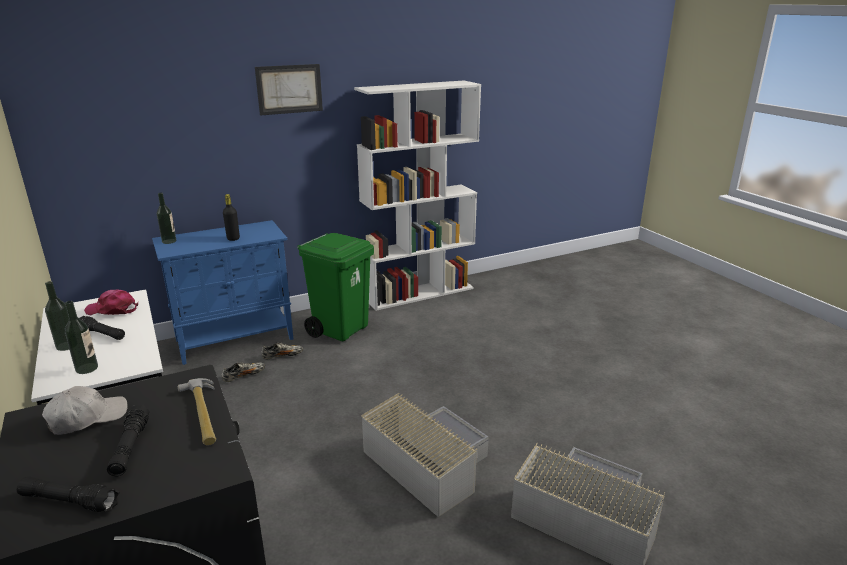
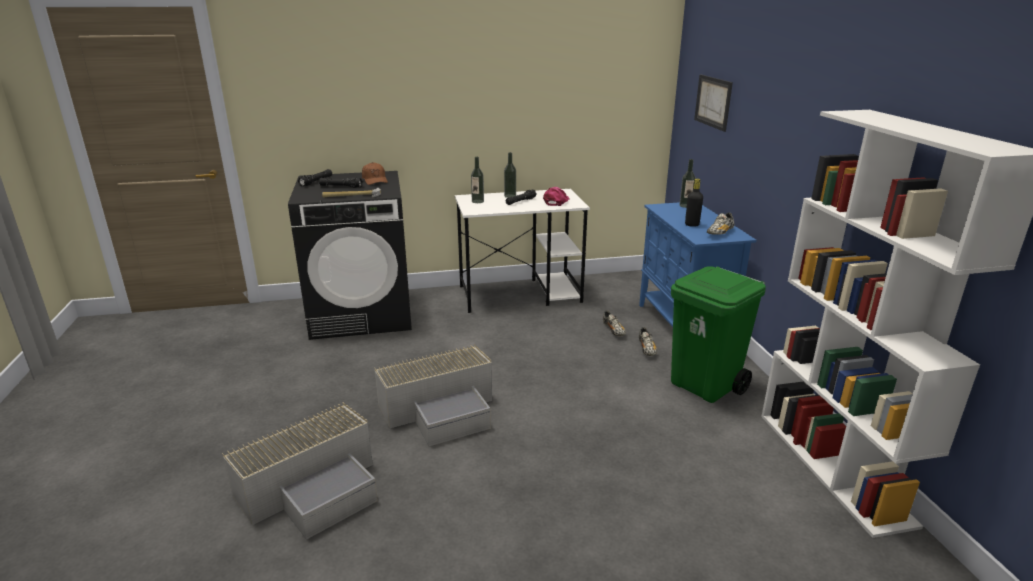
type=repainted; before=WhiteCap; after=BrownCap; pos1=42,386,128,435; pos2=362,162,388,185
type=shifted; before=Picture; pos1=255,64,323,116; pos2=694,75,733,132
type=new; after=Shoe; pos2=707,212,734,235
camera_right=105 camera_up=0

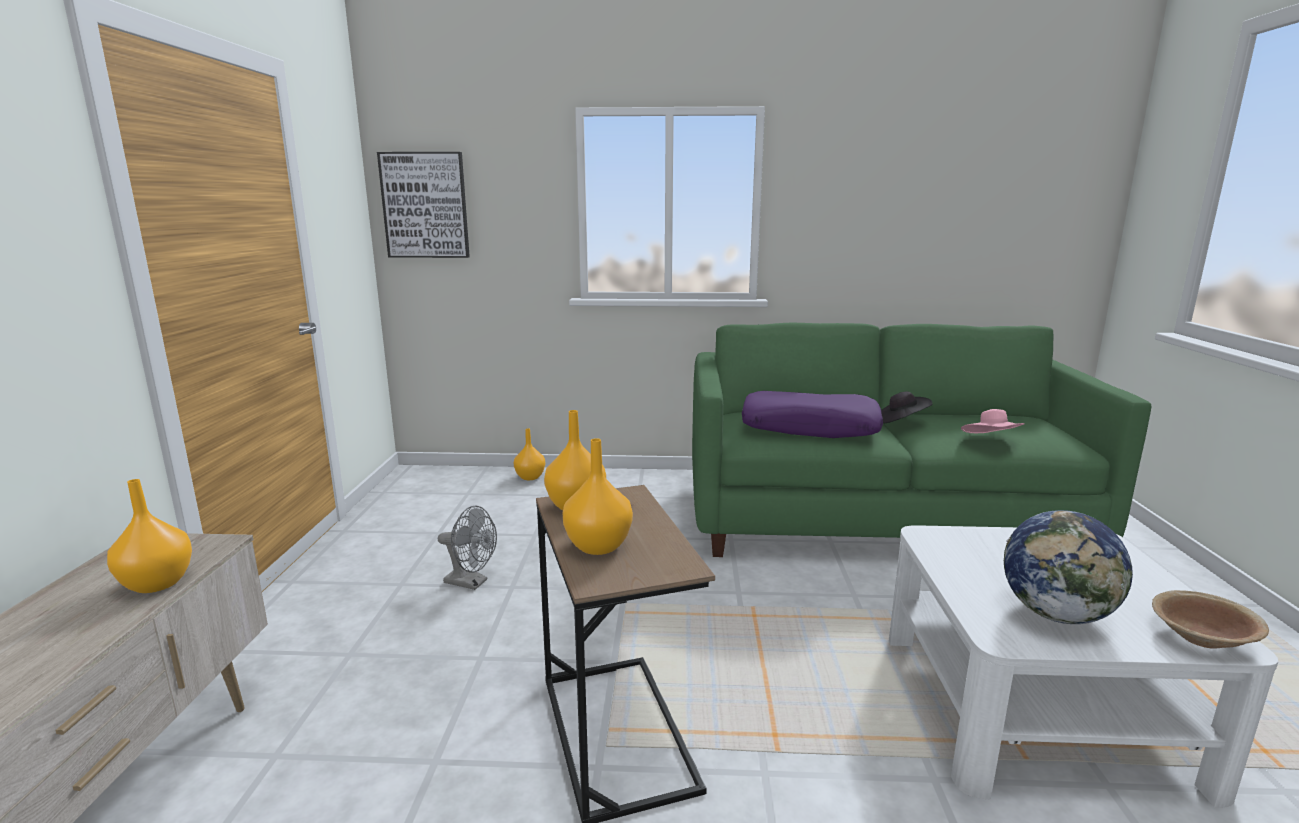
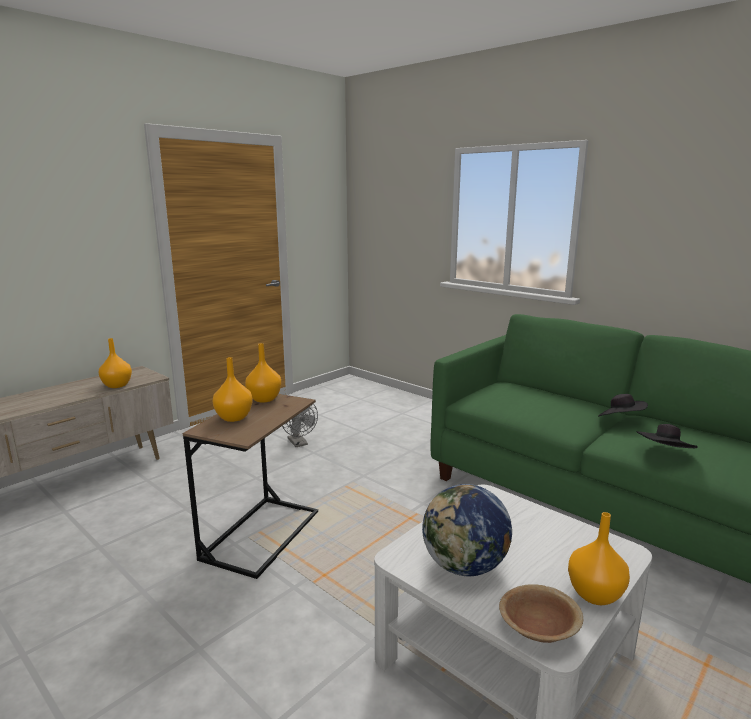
type=gone; before=Picture; pos1=377,152,470,258
type=shifted; before=OrangeVase; pos1=514,428,545,480; pos2=568,512,630,605
type=gone; before=PurplePillow; pos1=742,391,883,438
type=repainted; before=PinkHat; after=BlackHat; pos1=961,409,1025,433; pos2=637,424,698,448
camera_right=40 camera_up=0

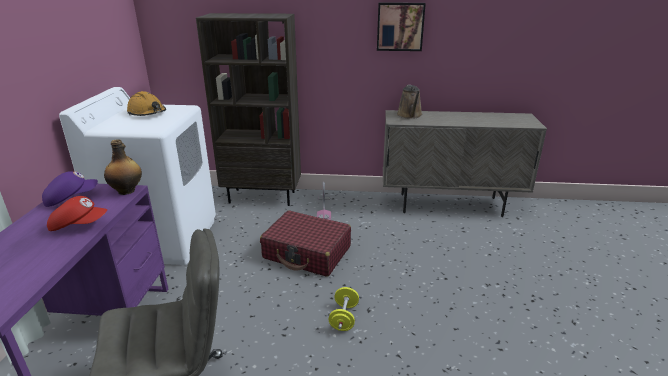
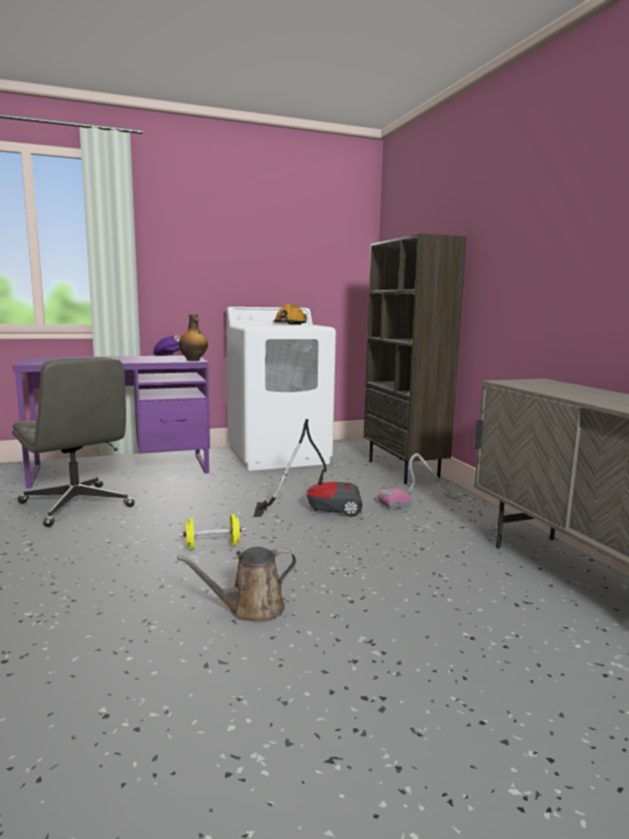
type=gone; before=RedCap; pos1=47,196,107,231
type=swapped; before=RedSuitcase; after=VacuumCleaner; pos1=260,210,351,277; pos2=254,419,362,517
type=gone; before=Picture; pos1=377,3,426,51
type=shifted; before=BrownWateringCan; pos1=397,85,423,119; pos2=177,547,297,621
camera_right=65 camera_up=-15

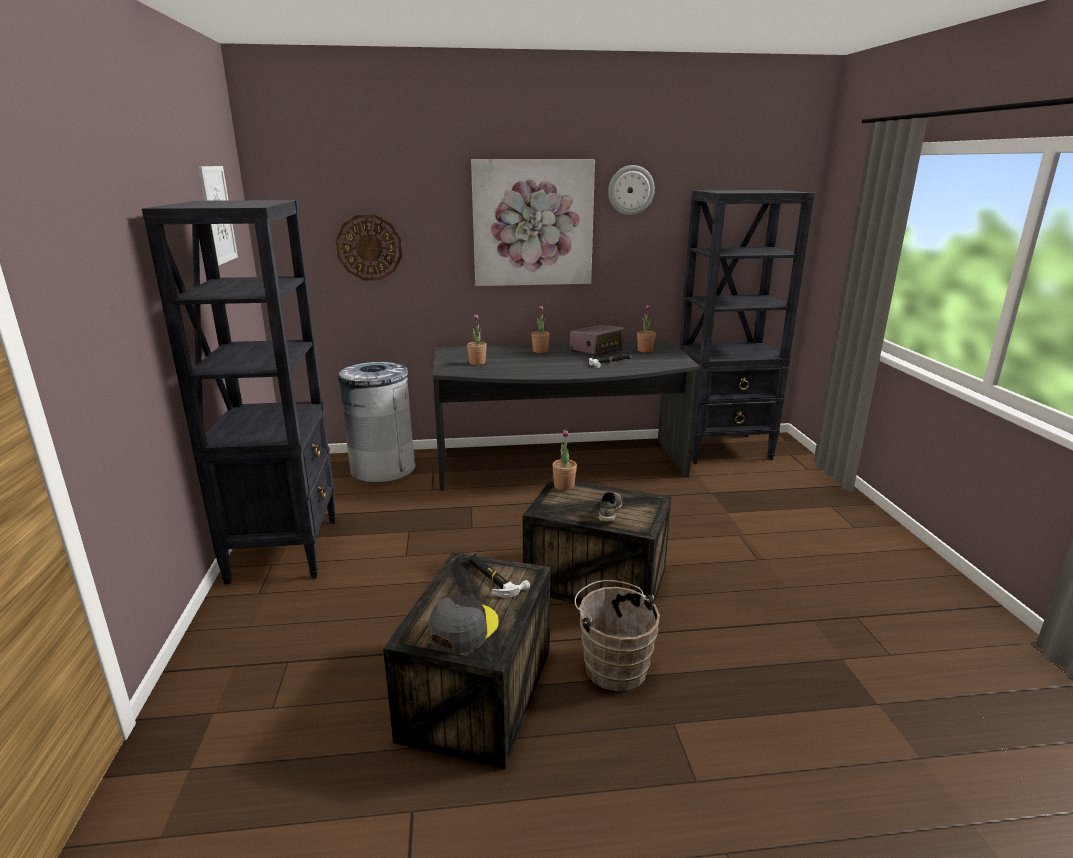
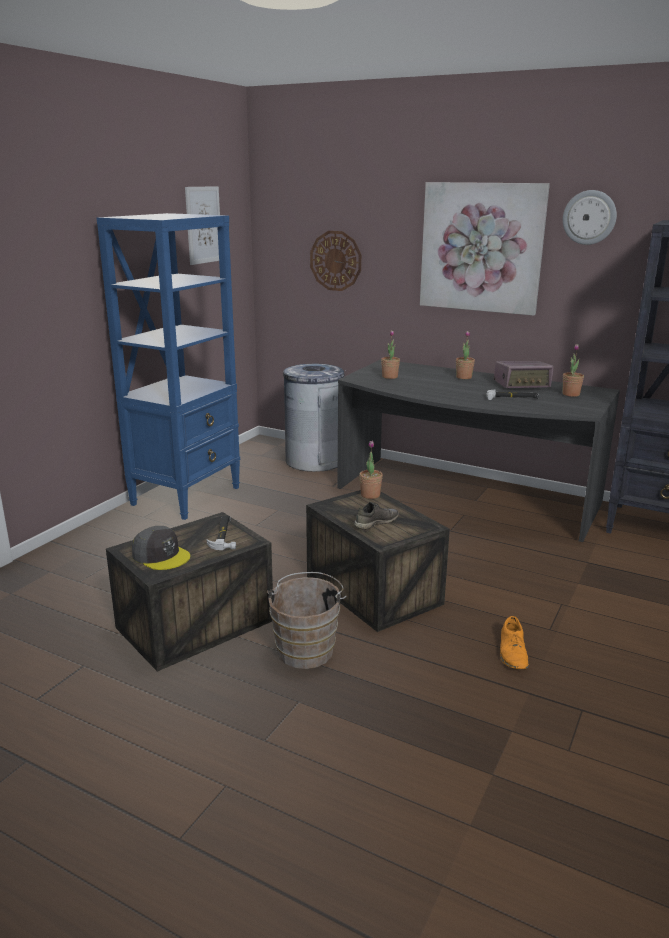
type=repainted; before=BlackBookcase; after=BlueBookcase; pos1=142,200,336,584; pos2=97,213,240,520
type=rotated; before=GreyCap; pos1=428,595,499,654; pos2=132,526,190,570; turn=60
type=new; after=OrangeShoe; pos2=500,616,529,669
camera_right=35 camera_up=0

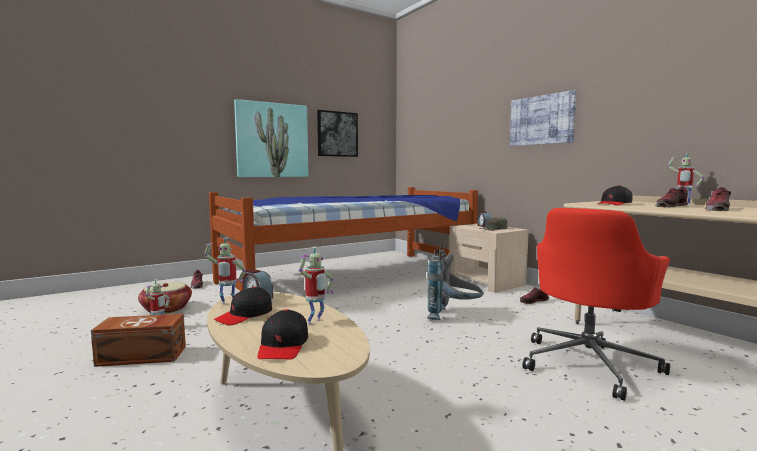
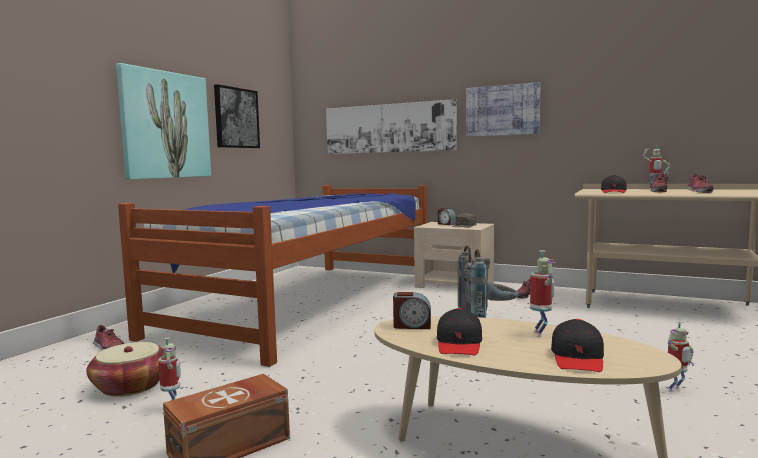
type=shifted; before=ToyRobot; pos1=204,238,246,304; pos2=668,321,694,392
type=rotated; before=BlackCap; pos1=257,309,308,360; pos2=551,319,604,372; turn=45
type=gone; before=RedOfficeChair; pos1=523,208,670,401
type=new; after=Picture; pos2=326,99,457,154
camera_right=-30 camera_up=0

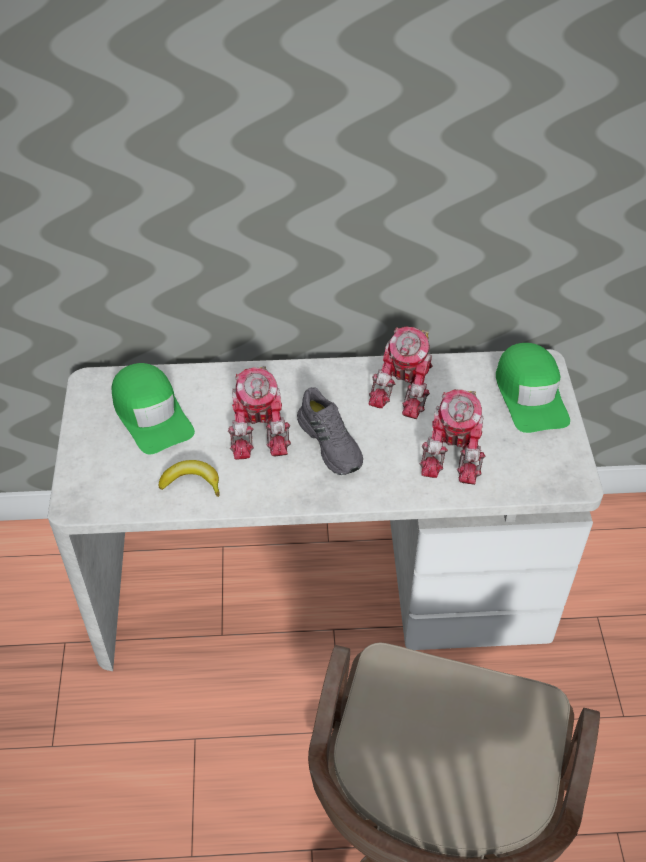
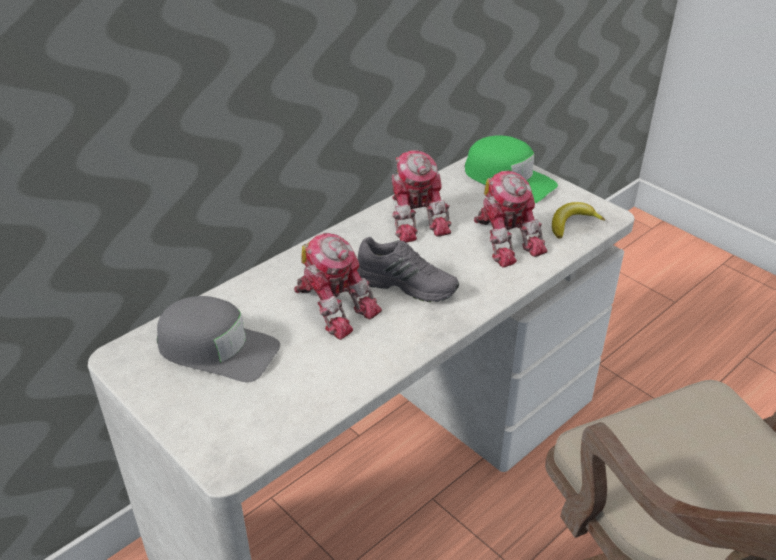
type=repainted; before=GreenCap; after=GreyCap; pos1=112,363,195,455; pos2=157,296,280,382
type=shifted; before=Banana; pos1=159,460,220,497; pos2=552,202,605,239
camera_right=-40 camera_up=-10

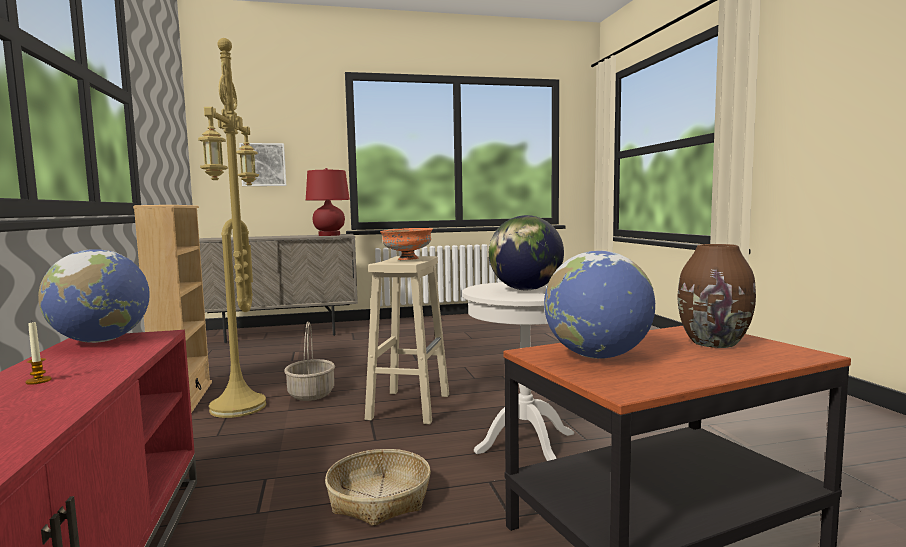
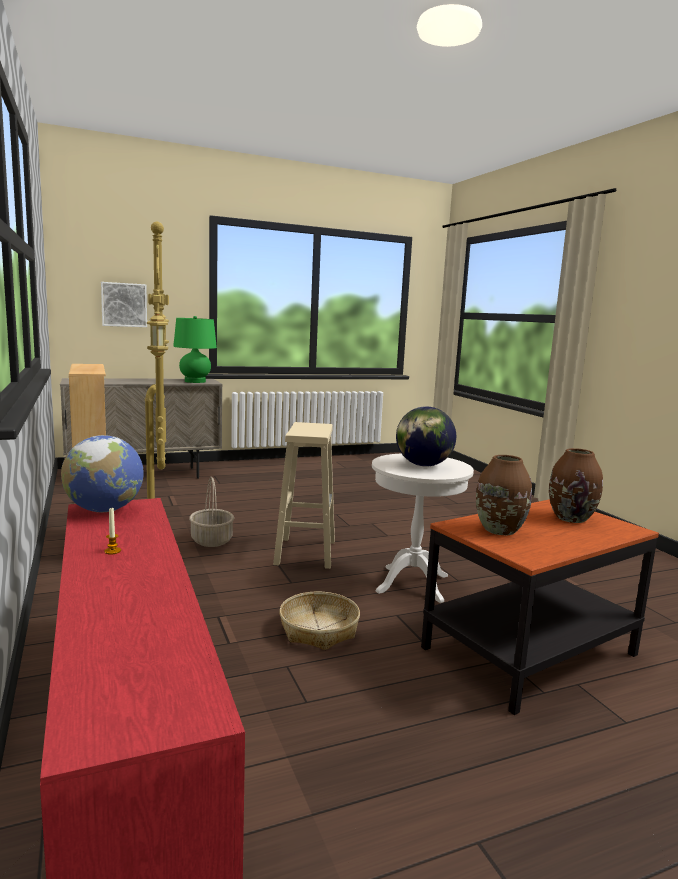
type=repainted; before=RedTableLamp; after=GreenTableLamp; pos1=306,168,350,236; pos2=173,316,217,383
type=gone; before=OrangeBowl; pos1=380,228,433,260
type=swapped; before=Globe; after=BrownVase; pos1=544,251,655,359; pos2=476,455,532,535
camera_right=-10 camera_up=5

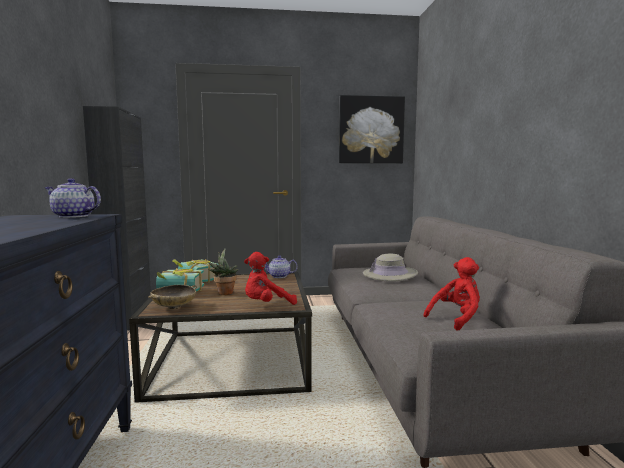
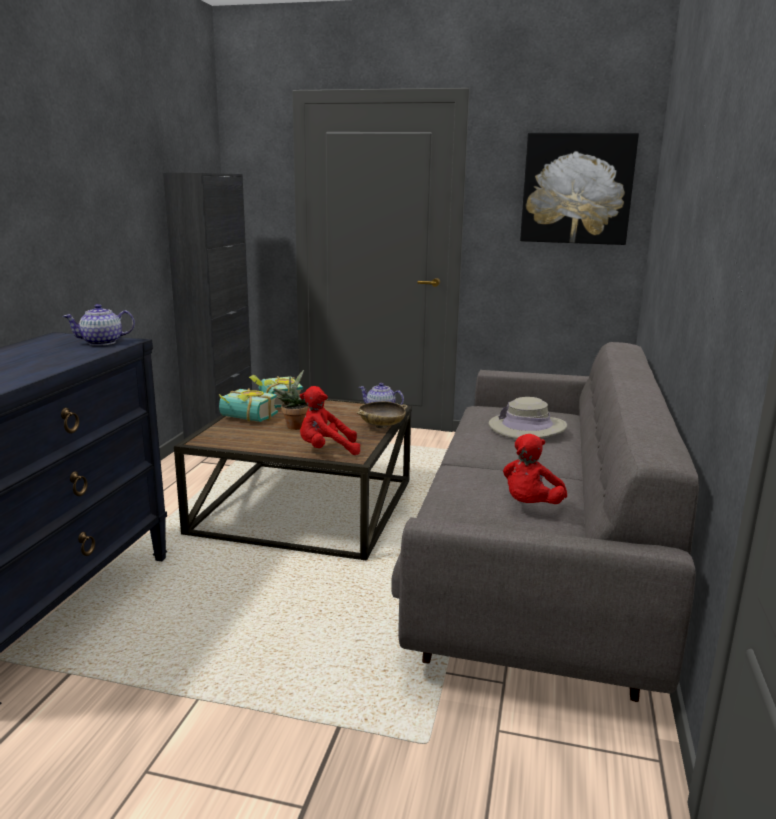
type=rotated; before=Teapot; pos1=45,178,101,218; pos2=63,304,135,346; turn=-60
type=shifted; before=BeigeBowl; pos1=148,285,197,309; pos2=357,401,408,429
type=rotated; before=RedPlushToy; pos1=423,257,480,330; pos2=503,434,567,504; turn=135
camera_right=20 camera_up=10

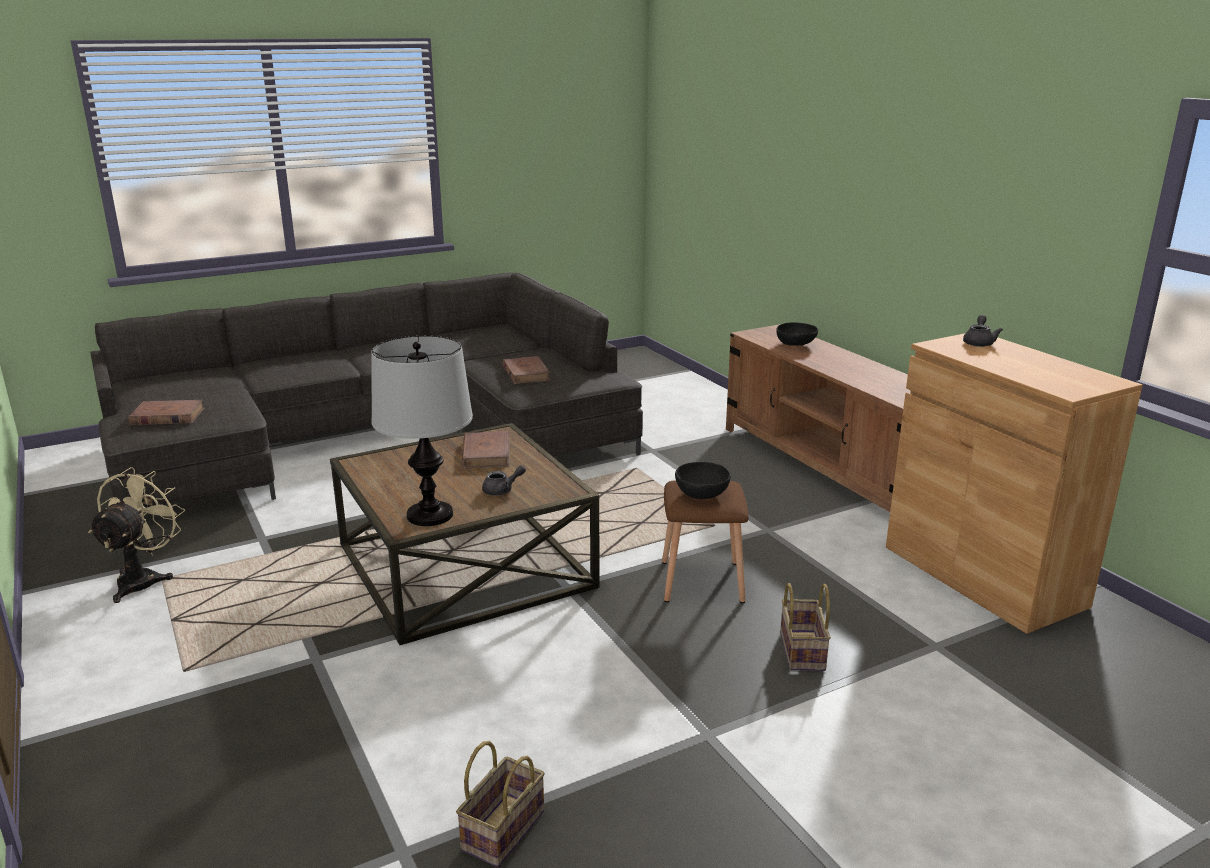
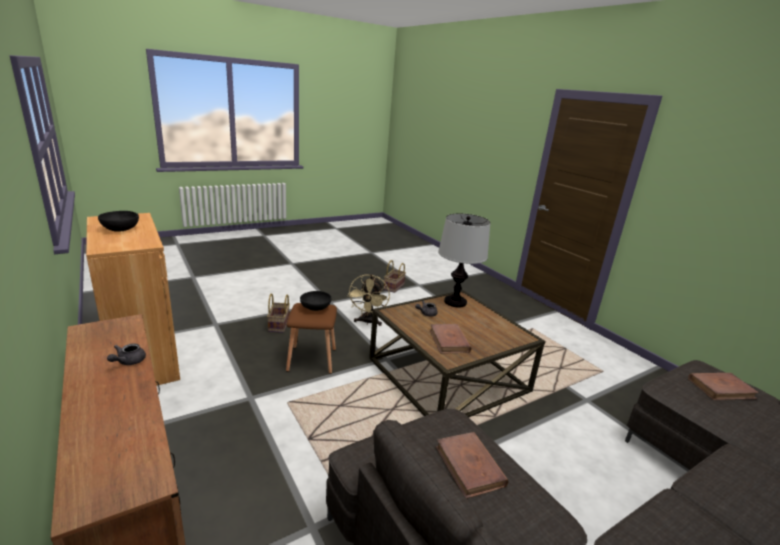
type=shifted; before=BeigeFan; pos1=88,467,185,603; pos2=347,274,390,326
type=shifted; before=BlackBowl; pos1=776,322,818,346; pos2=98,211,139,232
type=shifted; before=GreyTeapot; pos1=963,315,1003,347; pos2=107,343,146,365
camera_right=175 camera_up=0

